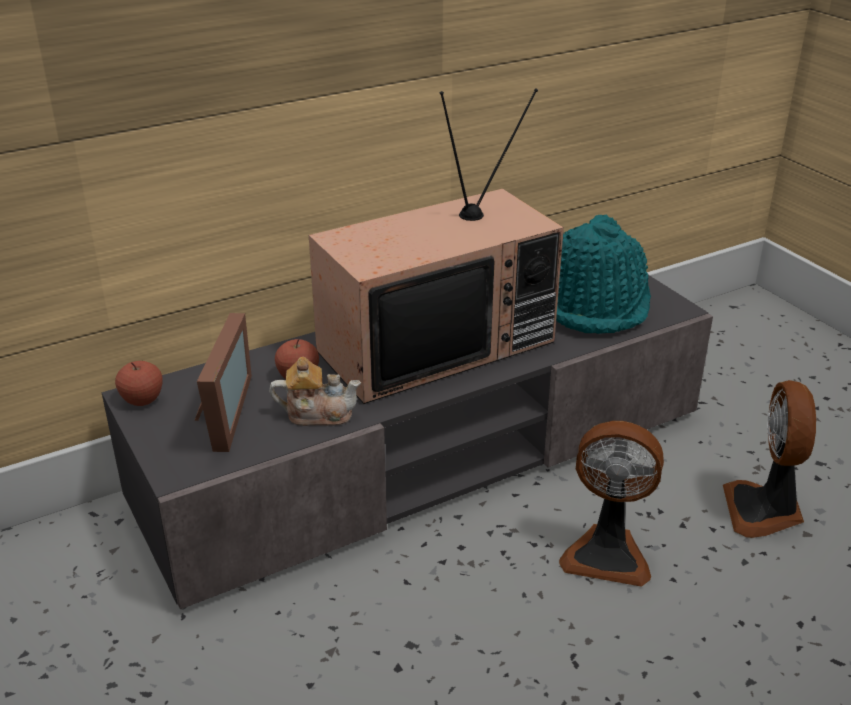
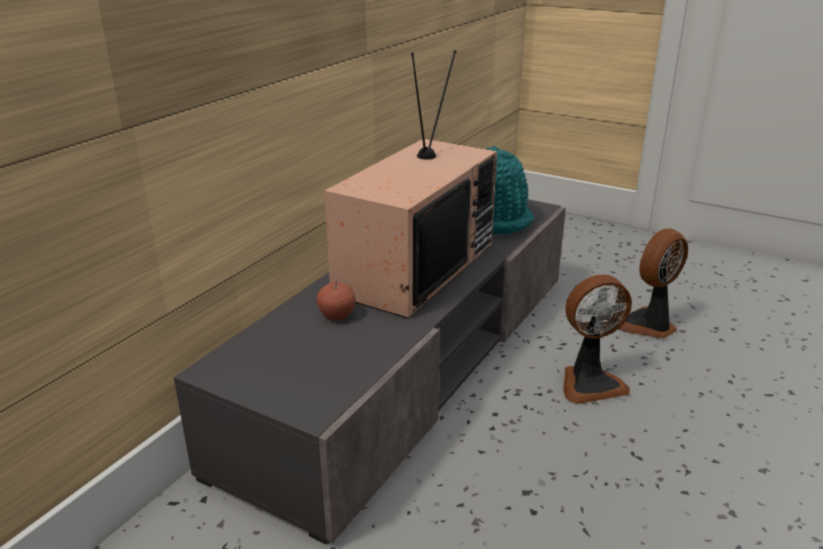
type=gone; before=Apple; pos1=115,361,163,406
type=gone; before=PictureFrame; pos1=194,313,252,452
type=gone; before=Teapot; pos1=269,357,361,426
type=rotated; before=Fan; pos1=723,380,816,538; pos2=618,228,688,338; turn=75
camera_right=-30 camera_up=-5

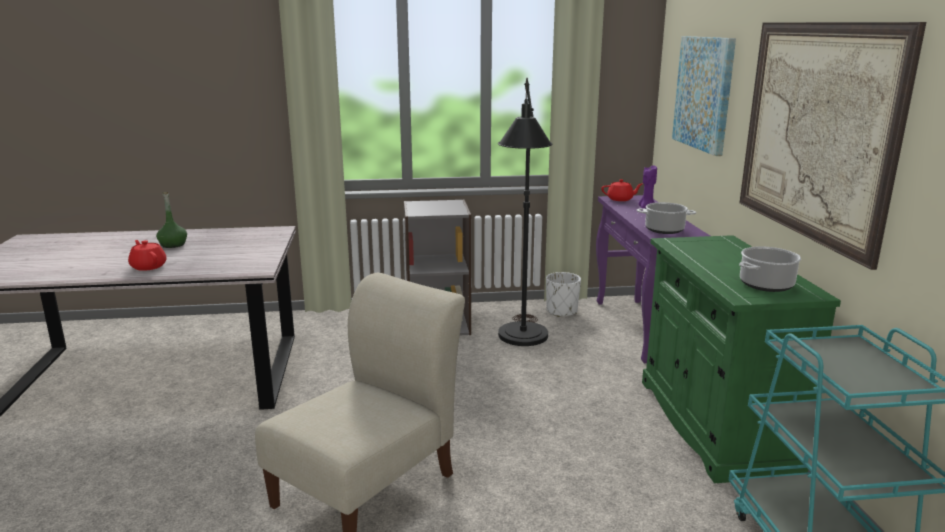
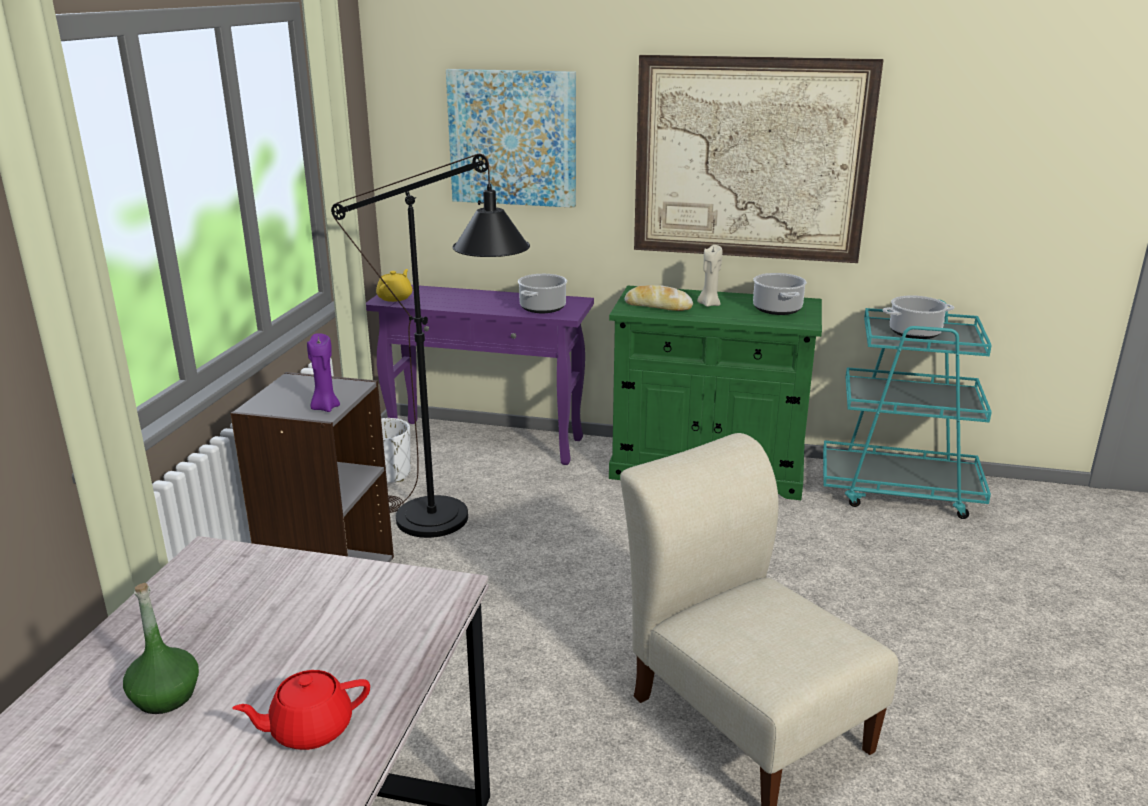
type=repainted; before=RedTeapot; after=YellowTeapot; pos1=601,179,642,201; pos2=376,269,412,302
type=shifted; before=PurpleCandle; pos1=639,166,657,208; pos2=307,333,340,412
type=new; after=Bread; pos2=625,285,693,311
type=new; after=BeigeCandle; pos2=697,245,722,307
type=new; after=CookingPot; pos2=883,295,954,339
camera_right=-70 camera_up=5

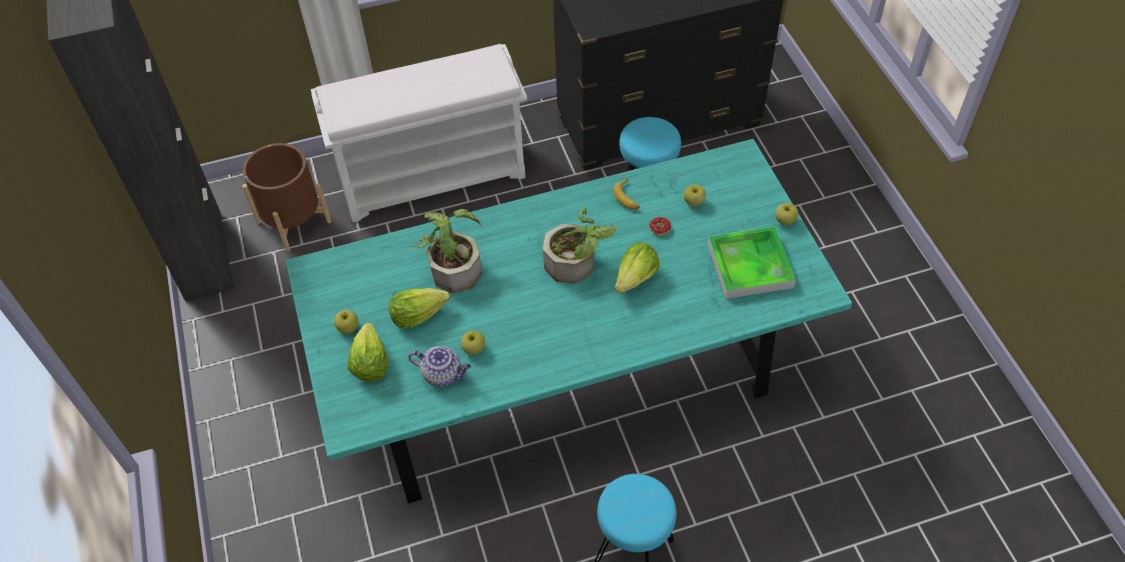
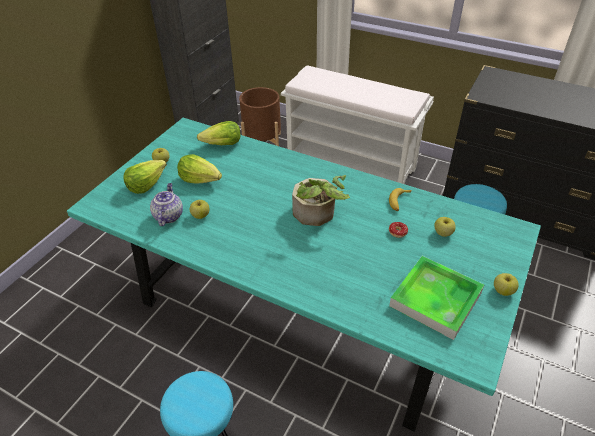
type=rotated; before=Teapot; pos1=408,346,471,387; pos2=150,183,183,226; turn=-150
type=gone; before=PottedPlant; pos1=411,209,482,293
type=shifted; before=Lettuce; pos1=615,242,659,293; pos2=197,121,241,145
camera_right=45 camera_up=-10

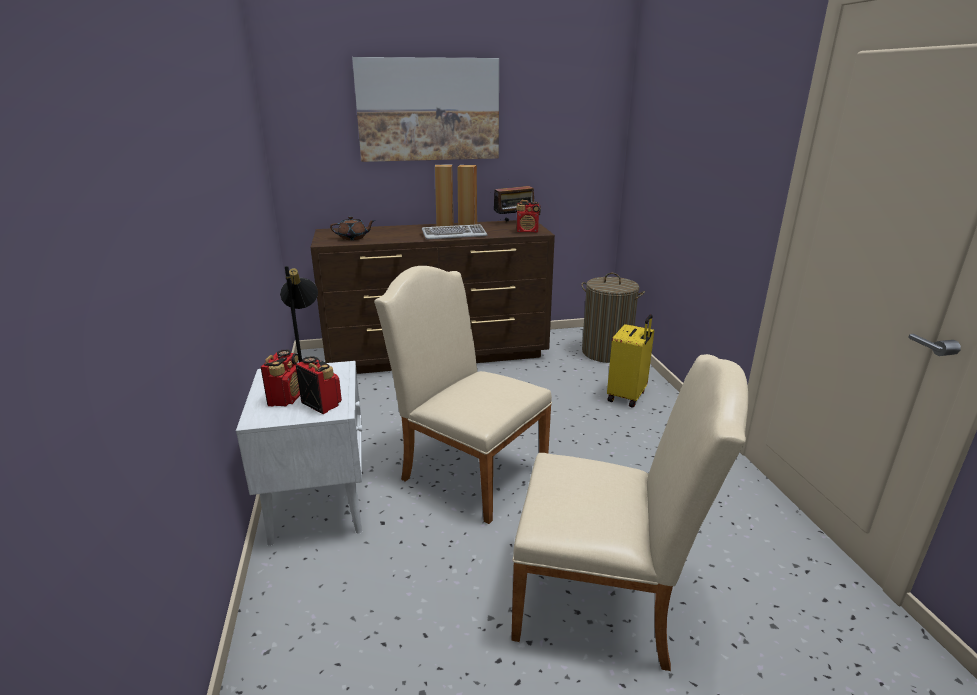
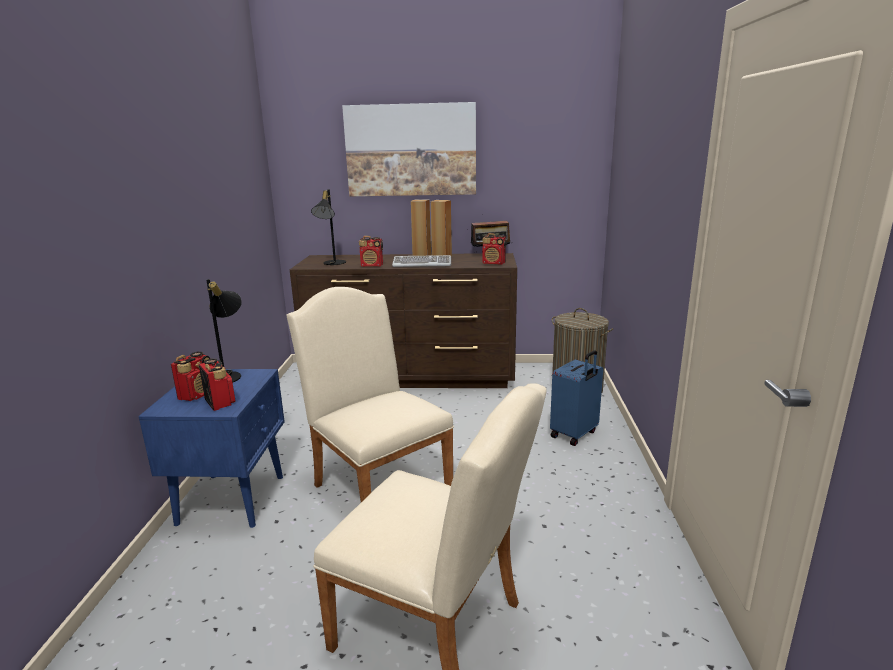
type=repainted; before=WhiteNightstand; after=BlueNightstand; pos1=236,361,363,546; pos2=138,369,285,528
type=swapped; before=BrownTeapot; after=BlackTableLamp; pos1=330,216,375,240; pos2=311,189,346,265
type=repainted; before=YellowSuitcase; after=BlueSuitcase; pos1=607,314,654,408; pos2=550,350,603,446
type=new; after=Radio; pos2=359,236,383,267
camera_right=15 camera_up=-5

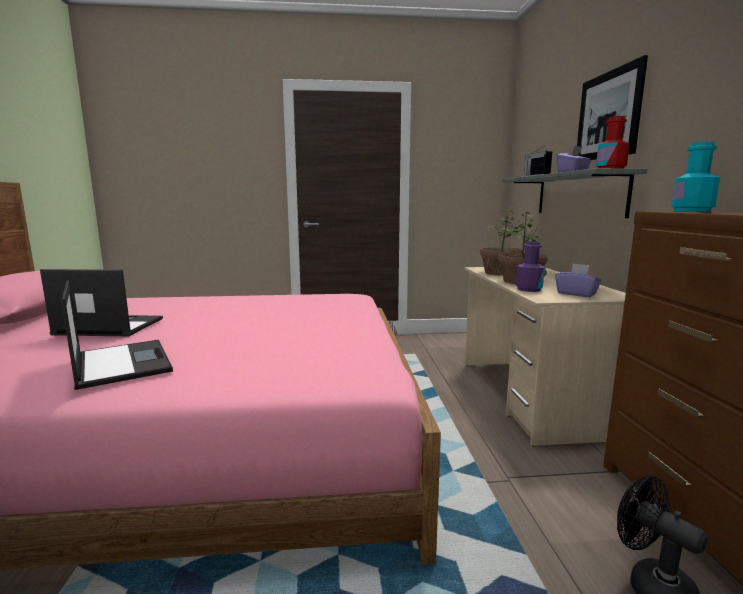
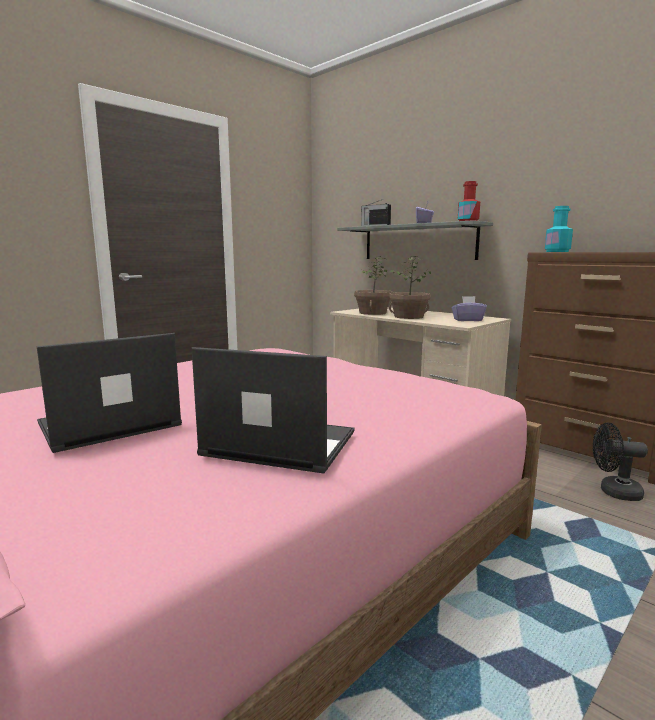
type=gone; before=PurpleBottle; pos1=516,241,545,292
type=gone; before=Picture; pos1=577,55,648,160
camera_right=-40 camera_up=0

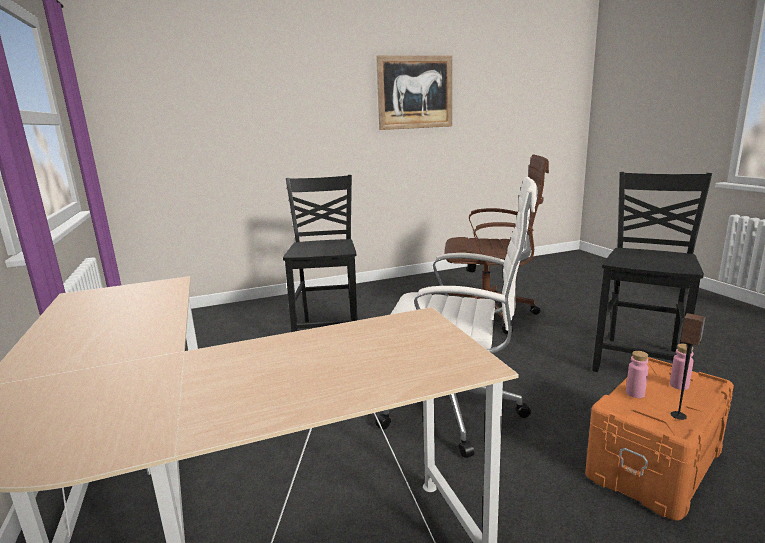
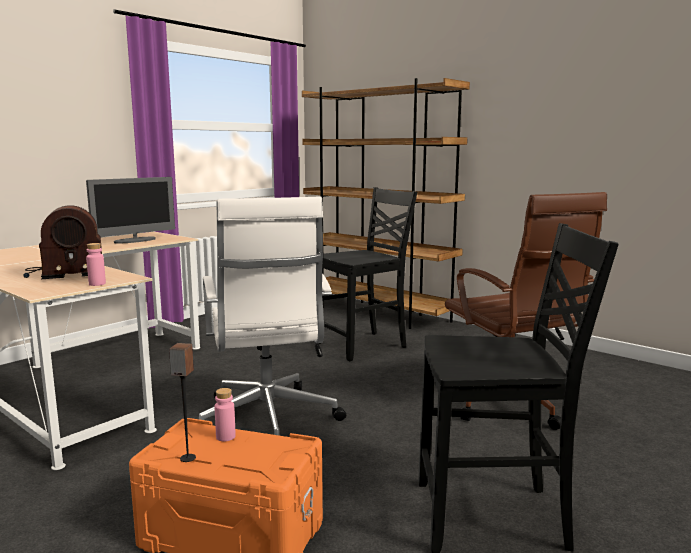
type=gone; before=Picture; pos1=376,56,452,130
type=shifted; before=PinkBottle; pos1=670,344,694,390; pos2=86,243,106,286
type=new; after=Radio; pos2=24,205,102,279
type=new; after=Monitor; pos2=86,177,175,244
type=new; after=BrownBookcase; pos2=302,78,470,329
camera_right=60 camera_up=-5

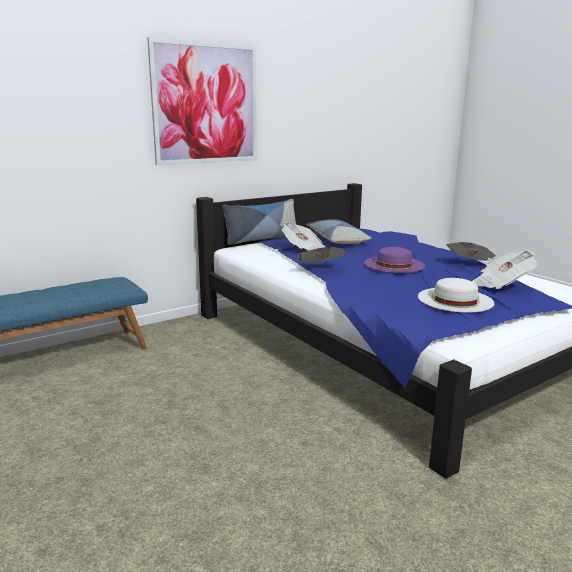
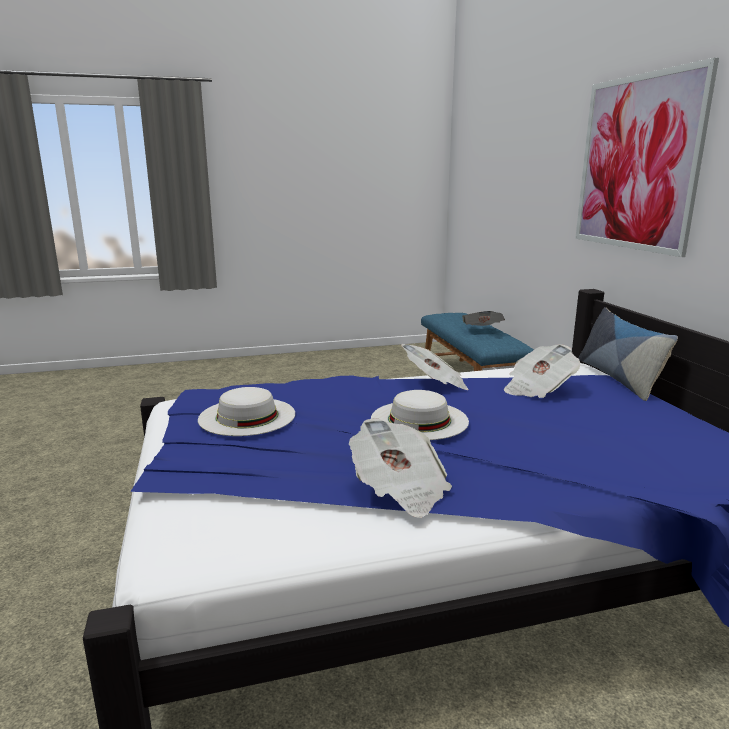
type=gone; before=Pillow; pos1=307,219,372,244
type=repainted; before=PurpleHat; after=WhiteHat; pos1=364,247,425,273; pos2=371,390,469,440
type=shifted; before=Newspaper; pos1=472,251,538,289; pos2=462,311,505,326
camera_right=110 camera_up=0

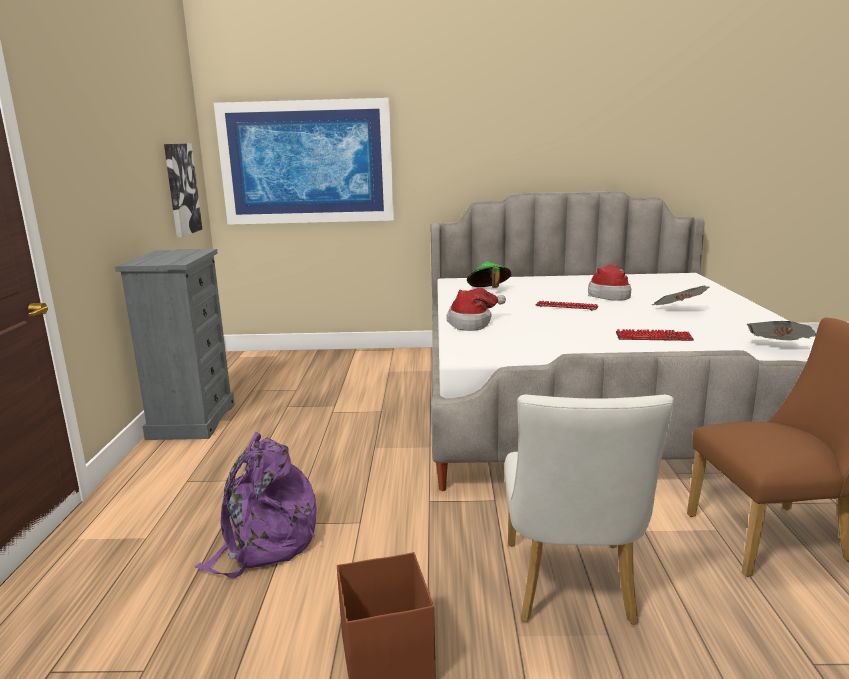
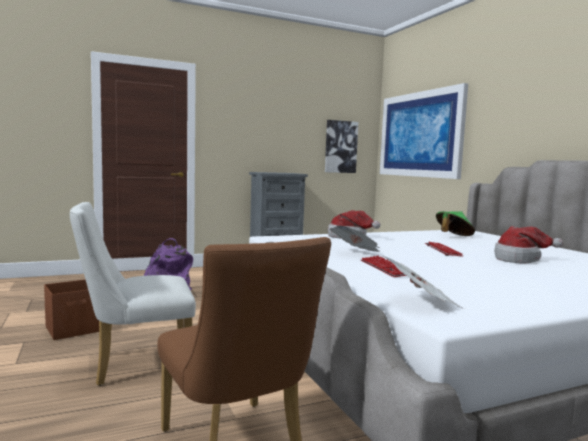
type=shifted; before=Newspaper; pos1=652,285,710,305; pos2=330,226,379,252
camera_right=65 camera_up=-10

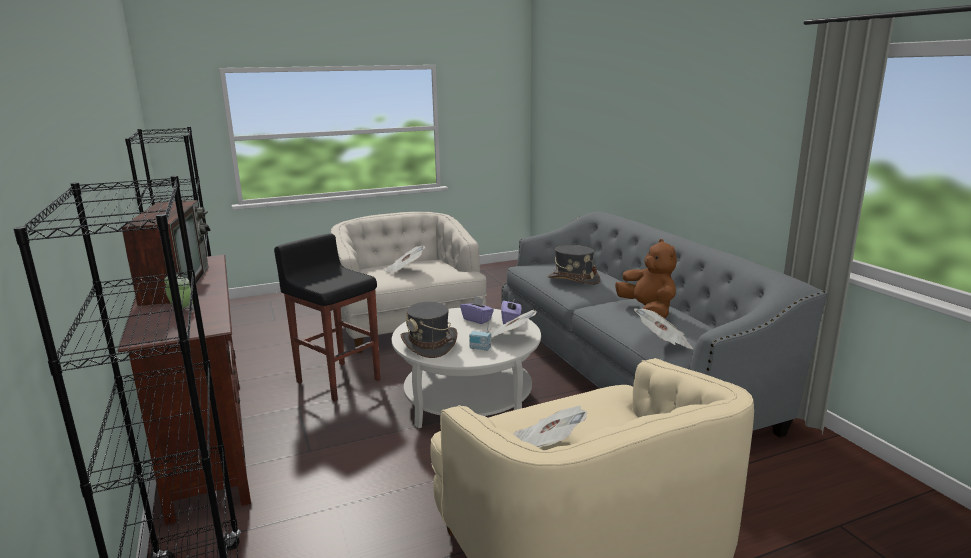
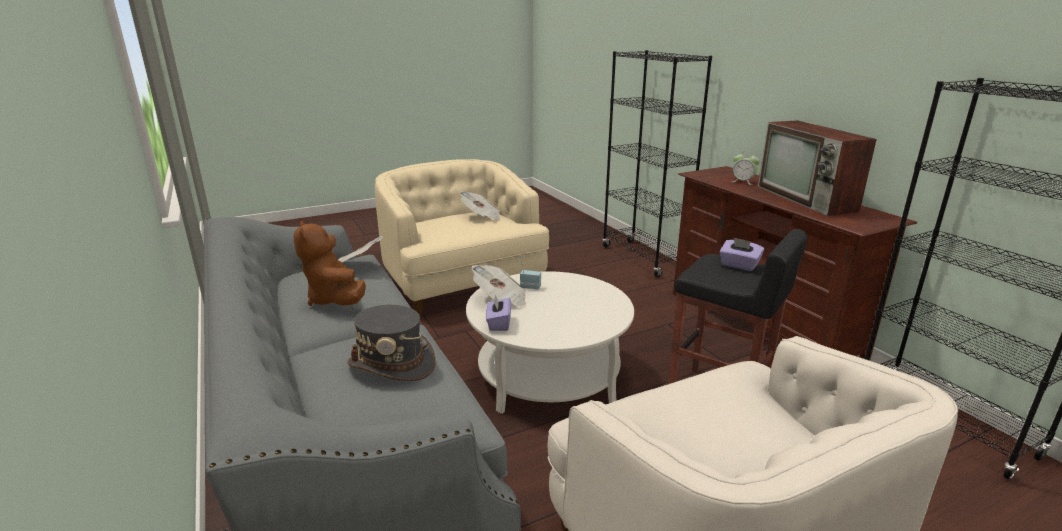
type=gone; before=Newspaper; pos1=384,246,425,274
type=gone; before=GreyHat; pos1=401,302,457,358
type=shifted; before=PurpleTissueBox; pos1=460,296,494,324; pos2=719,237,764,271
camera_right=175 camera_up=5

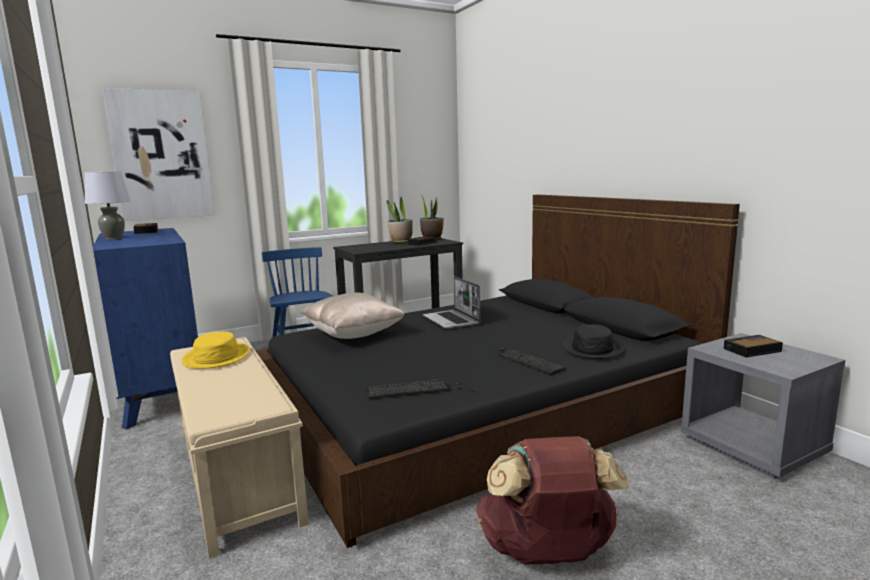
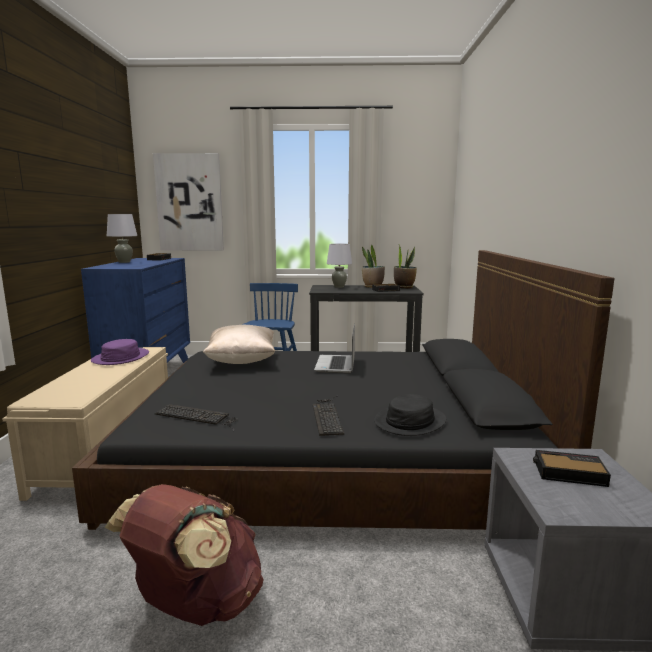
type=repainted; before=YellowHat; after=PurpleHat; pos1=182,332,249,369; pos2=91,339,149,365
type=new; after=GreyTableLamp; pos2=327,244,352,288
camera_right=30 camera_up=0

